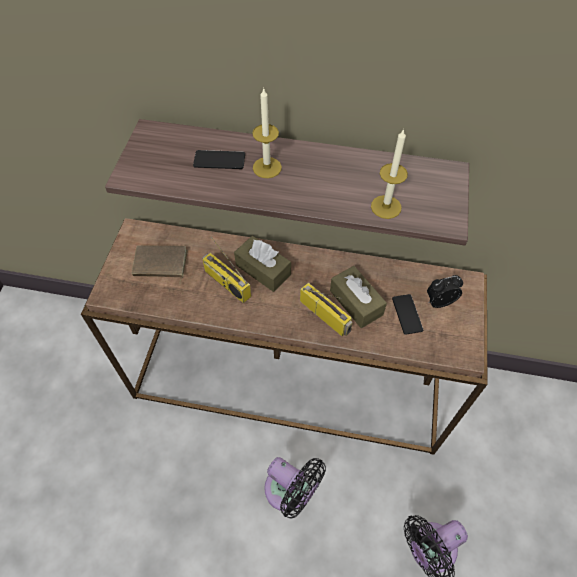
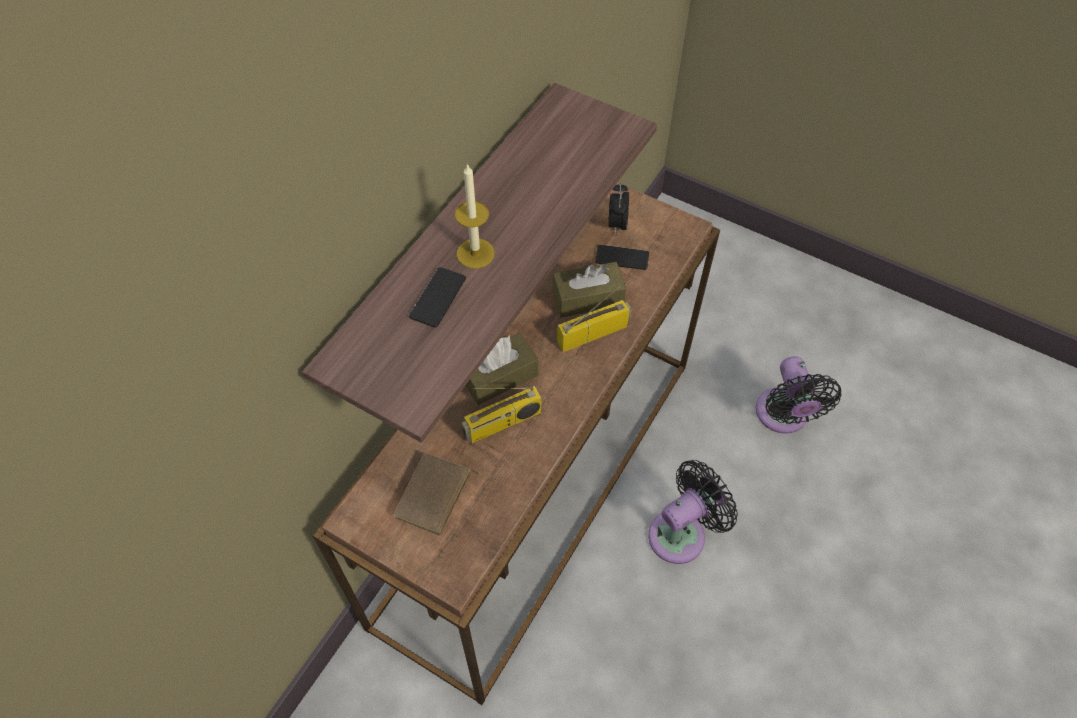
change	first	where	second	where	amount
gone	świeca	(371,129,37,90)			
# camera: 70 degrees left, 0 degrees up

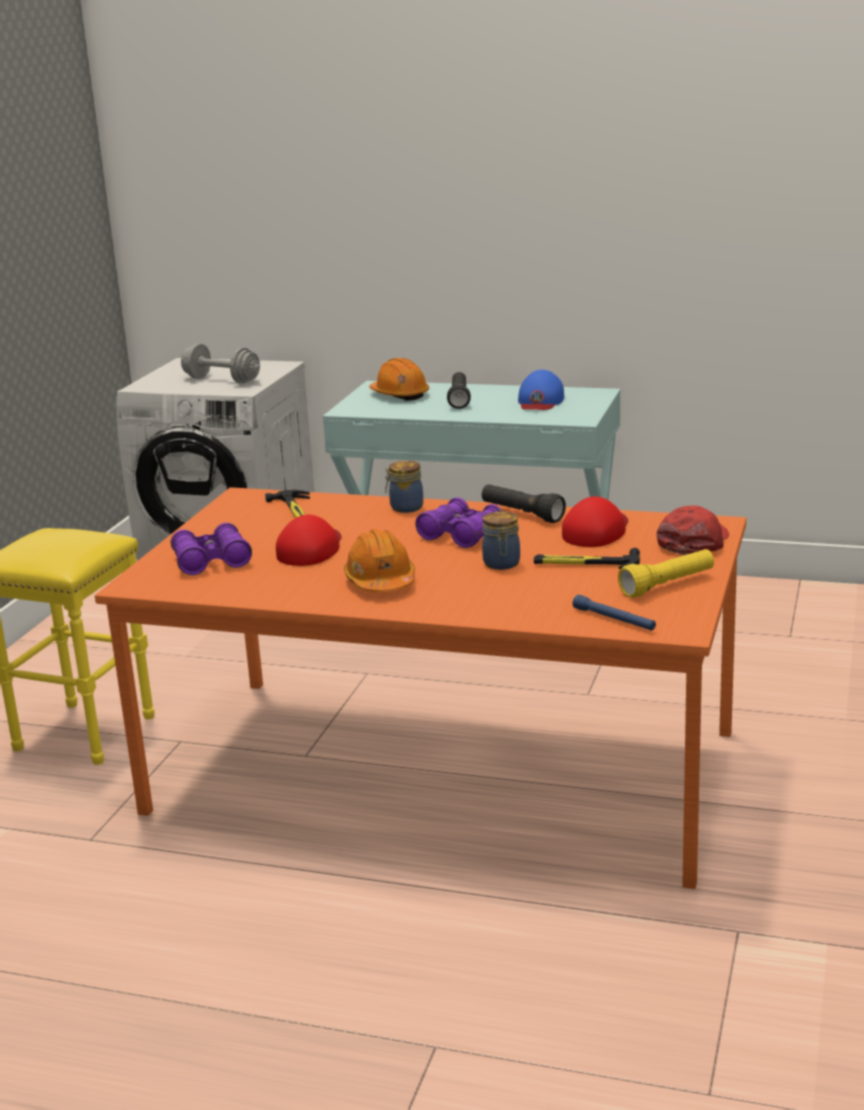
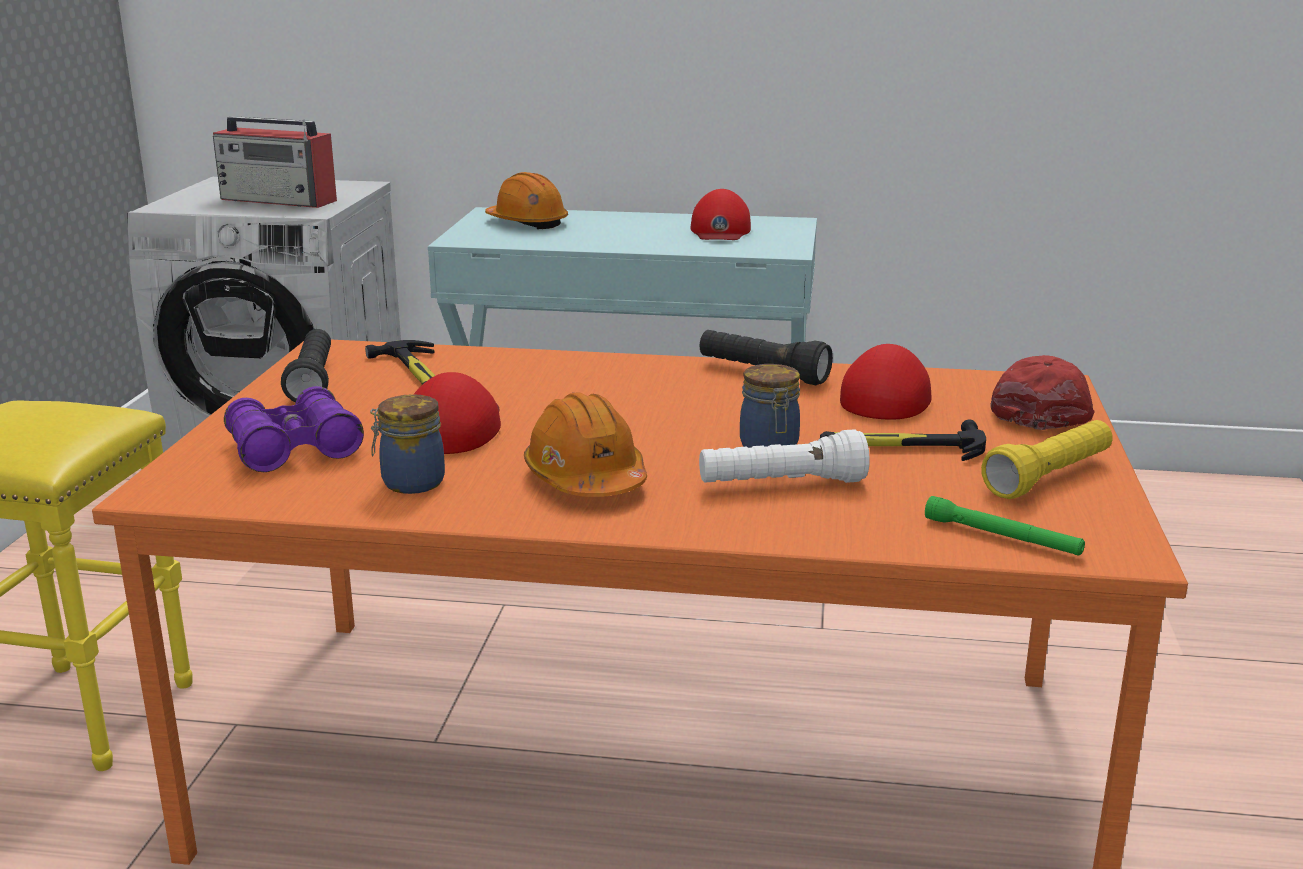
change	first	where	second	where	amount
swapped	hantel (szary)	(181,344,79,39)	radio	(213,116,124,92)	
shifted	latarka (czarny)	(447,372,24,37)		(281,329,50,73)	
shifted	słoik	(385,460,38,53)		(370,394,75,100)	
repainted	czapka z daszkiem (niebieski)	(518,370,46,40)	czapka z daszkiem (czerwony)	(691,189,60,51)	
new			latarka (biały)	(699,429,171,54)	
repainted	latarka (niebieski)	(573,595,83,36)	latarka (zielony)	(925,496,160,60)	
gone	lornetka (fioletowy)	(415,498,88,50)			
# camera: 10 degrees left, 0 degrees up

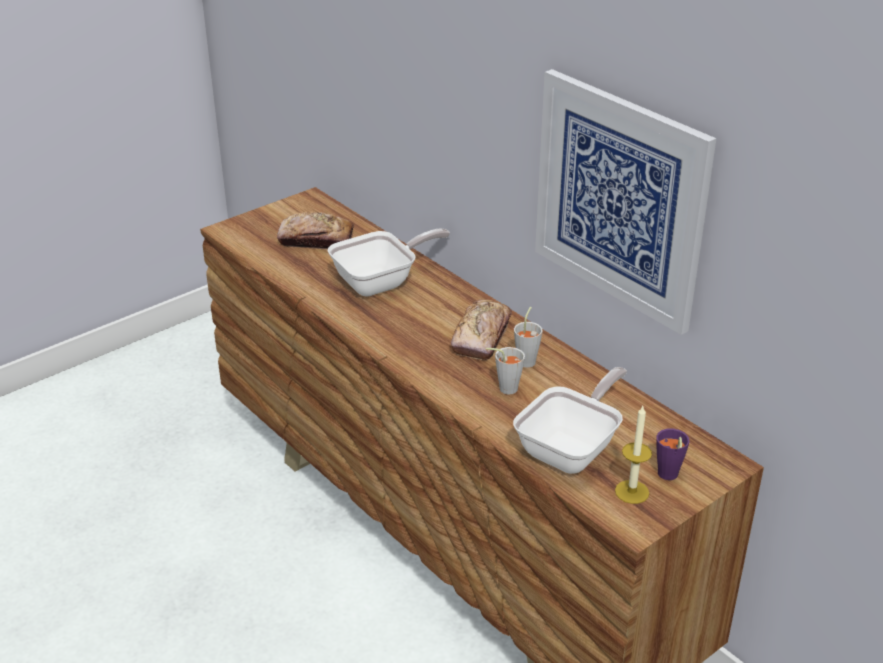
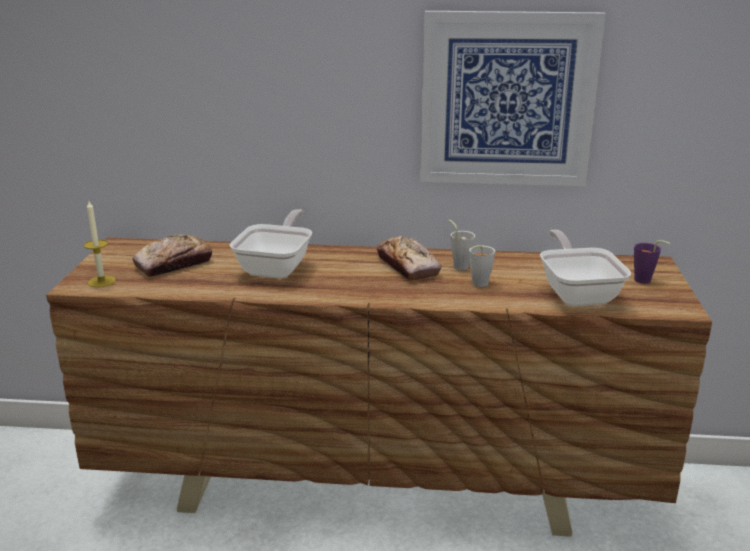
change	first	where	second	where	amount
shifted	świeca	(615,406,37,98)		(84,201,32,86)	
# camera: 45 degrees left, 10 degrees down

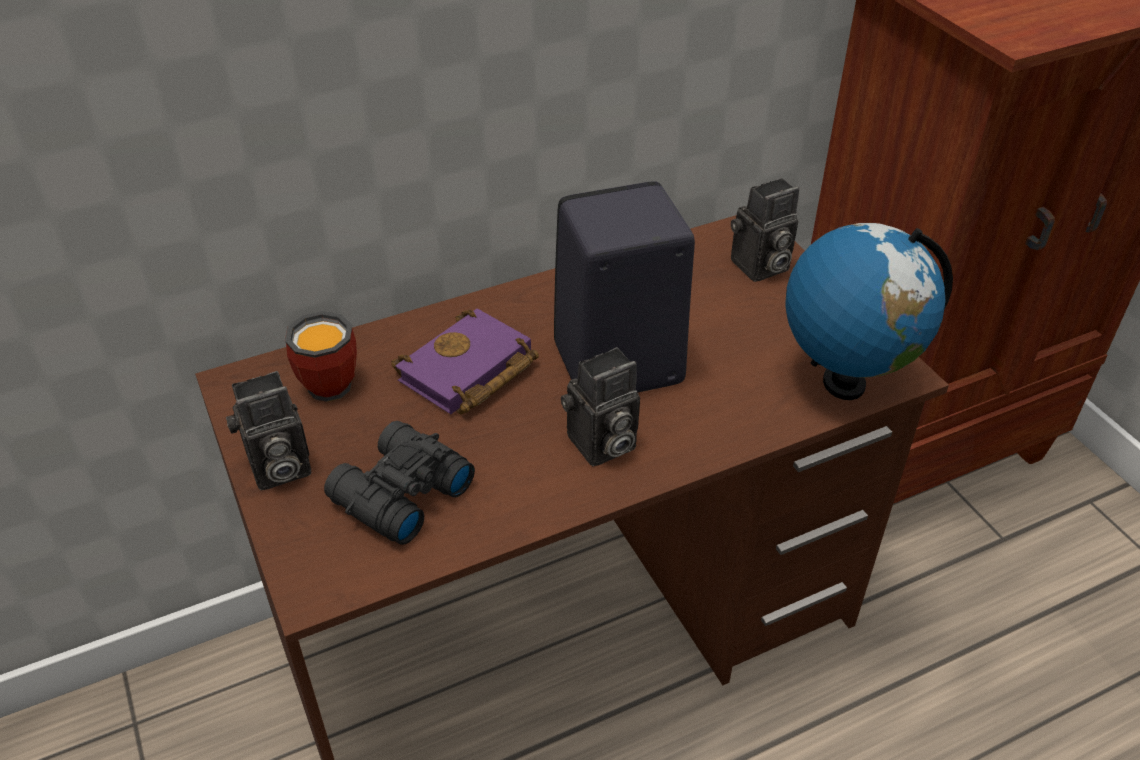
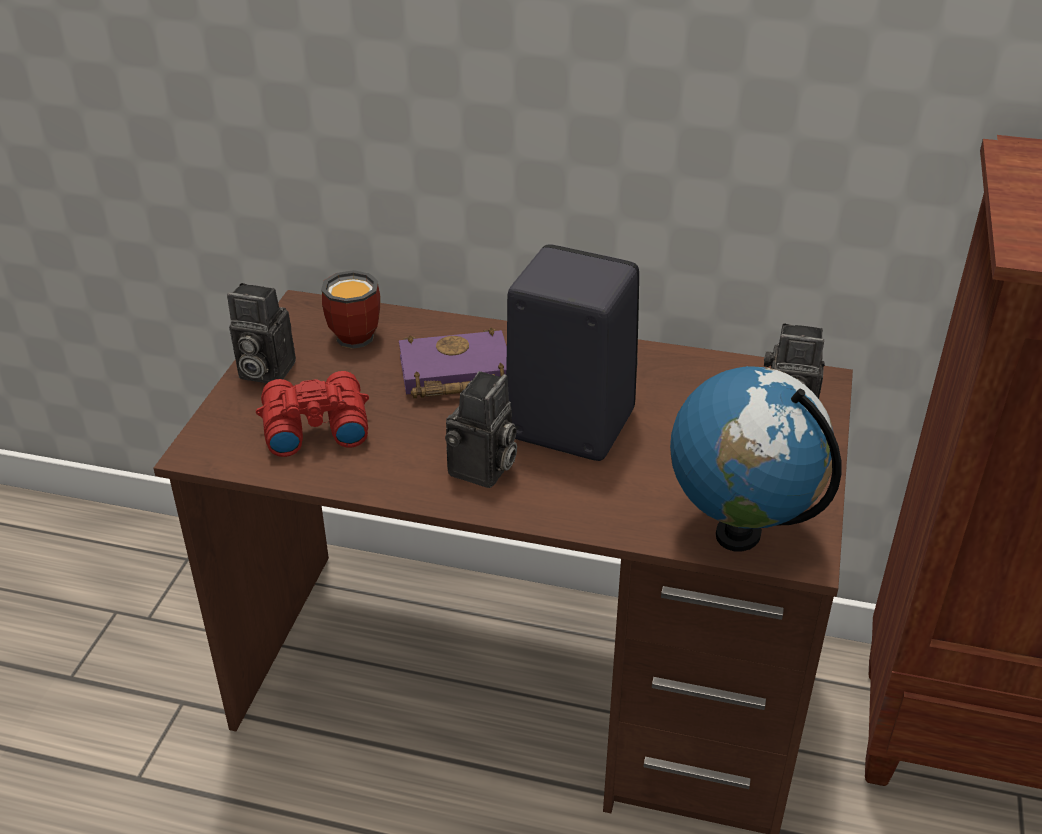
change	first	where	second	where	amount
repainted	lornetka (czarny)	(324,421,151,124)	lornetka (czerwony)	(256,371,113,86)	
rotated	aparat fotograficzny	(561,347,79,120)		(445,371,72,117)	75 degrees counterclockwise
# camera: 40 degrees right, 5 degrees down

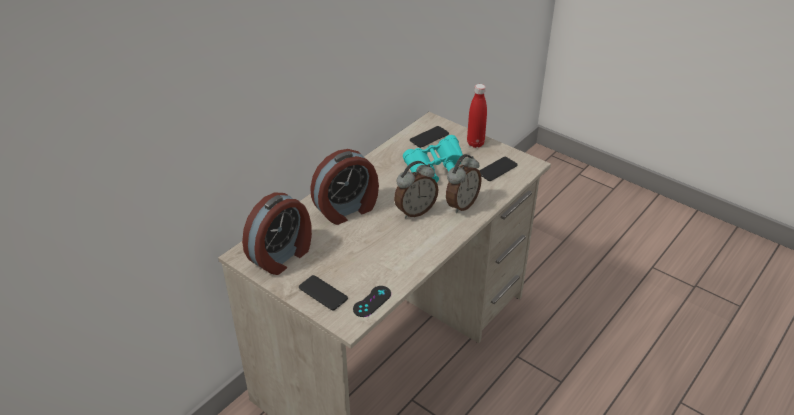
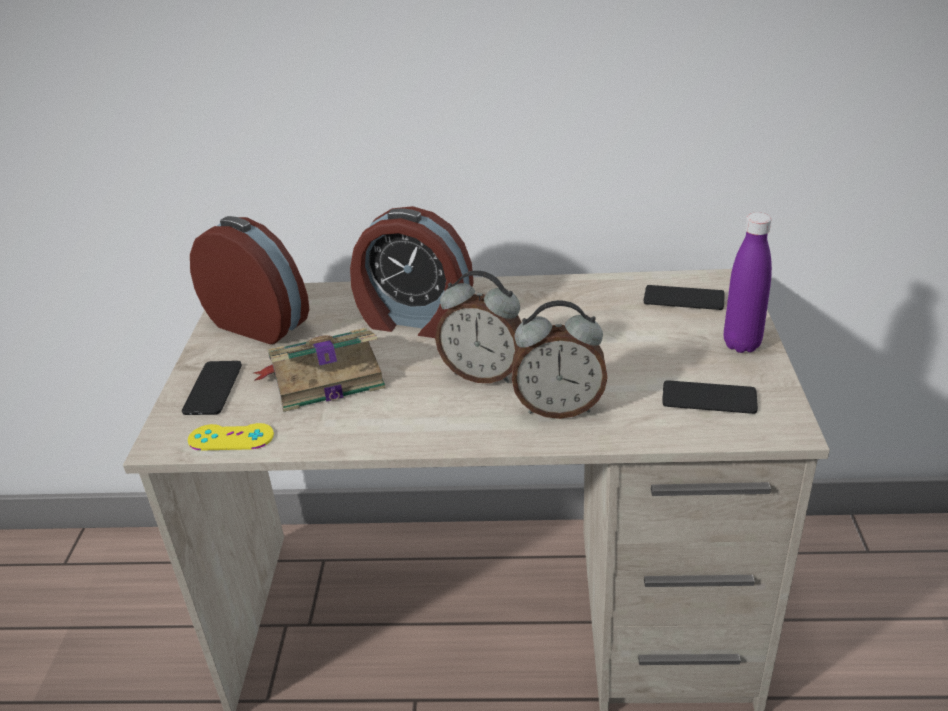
change	first	where	second	where	amount
repainted	pad do gier (czarny)	(353,286,38,31)	pad do gier (żółty)	(188,423,86,28)	
rotated	budzik	(242,192,70,83)		(190,216,119,128)	150 degrees counterclockwise
new			książka	(253,328,133,84)	
repainted	butelka (czerwony)	(467,84,20,64)	butelka (fioletowy)	(724,213,48,140)	
gone	lornetka (turkusowy)	(403,135,60,47)			
# camera: 55 degrees right, 5 degrees down

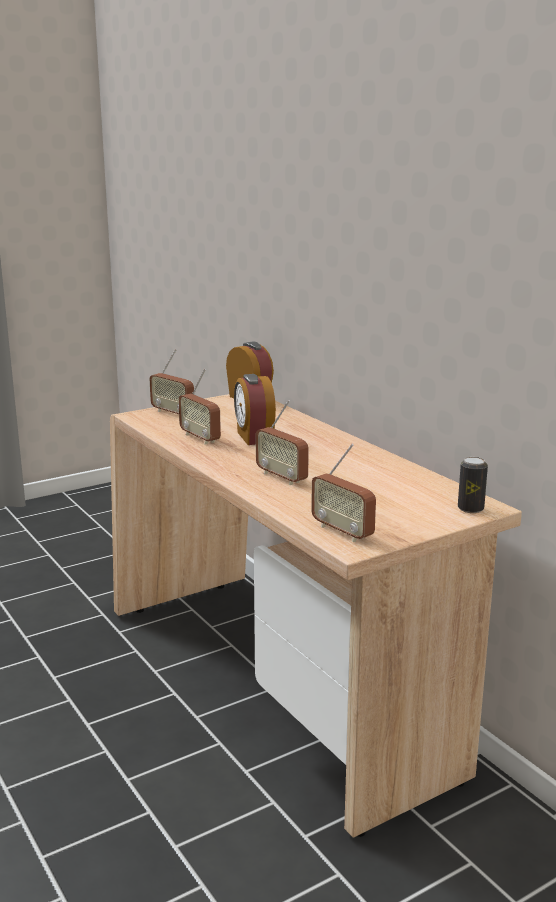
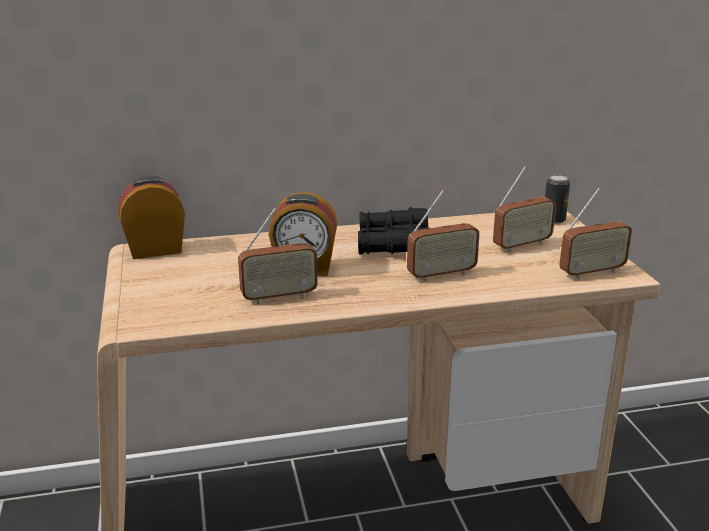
change	first	where	second	where	amount
new			lornetka (czarny)	(358,207,70,47)	
shifted	radio	(150,349,44,65)		(493,166,63,86)	
# camera: 70 degrees left, 5 degrees up

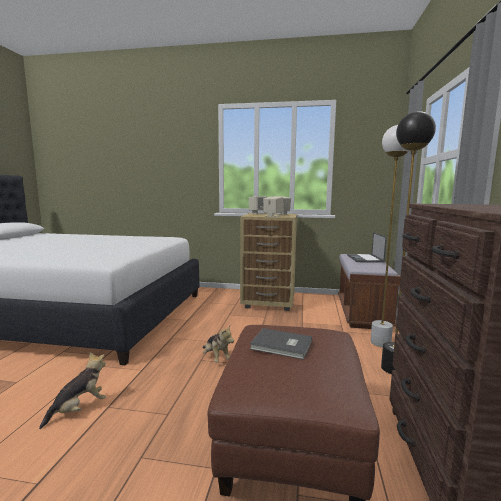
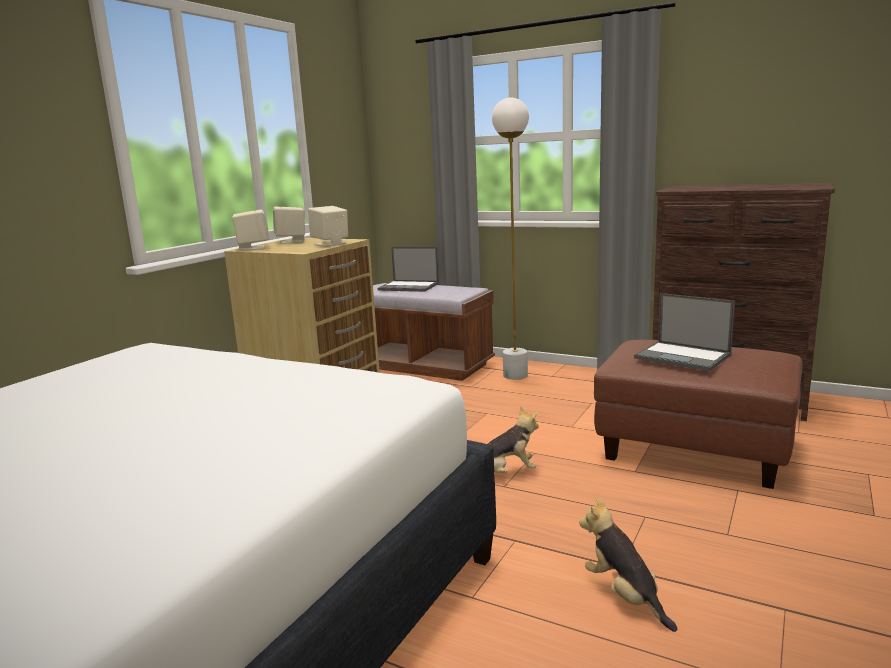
change	first	where	second	where	amount
swapped	książka (szary)	(250,328,62,32)	laptop	(634,293,101,78)	
gone	lampa stojąca (czarny)	(381,111,55,263)			
# camera: 70 degrees left, 5 degrees up

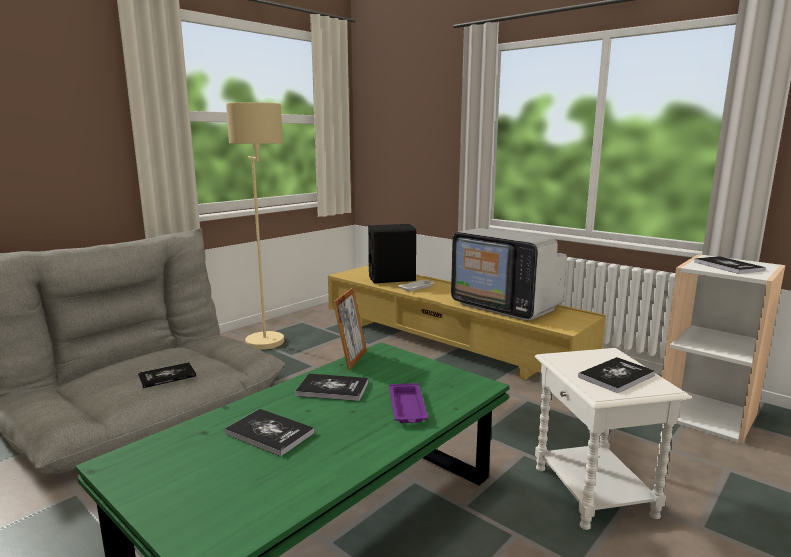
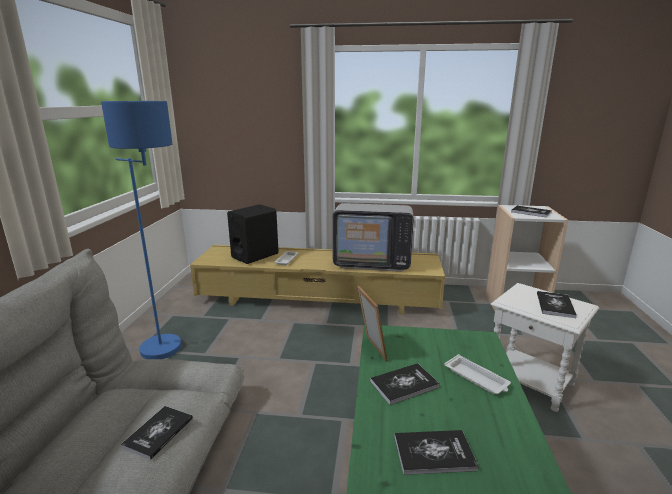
change	first	where	second	where	amount
repainted	lampa stojąca (beżowy)	(226,102,58,248)	lampa stojąca (niebieski)	(101,101,81,258)	
repainted	taca (fioletowy)	(389,383,39,40)	taca (biały)	(444,354,67,40)	
# camera: 35 degrees left, 5 degrees up

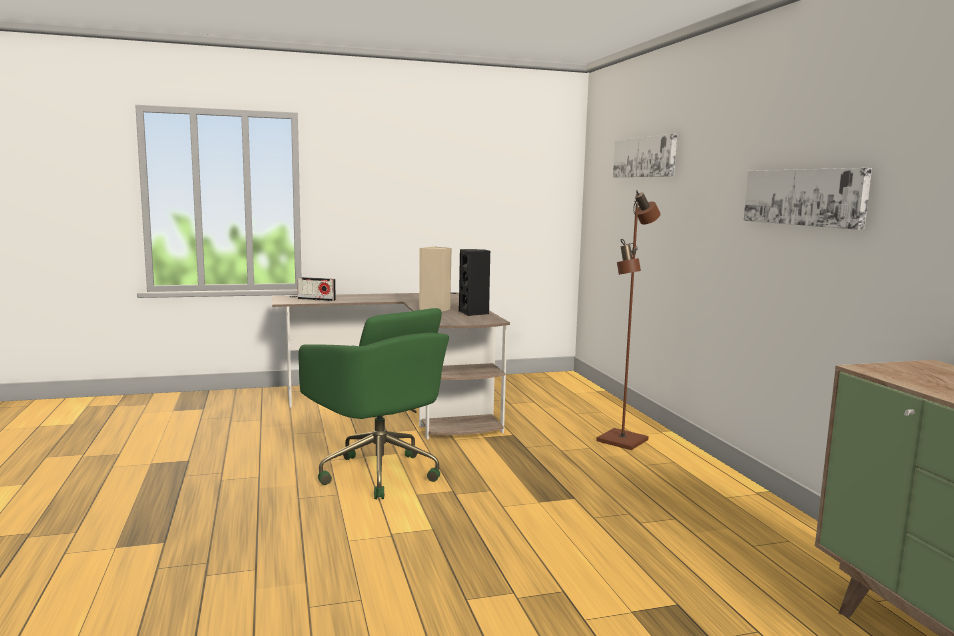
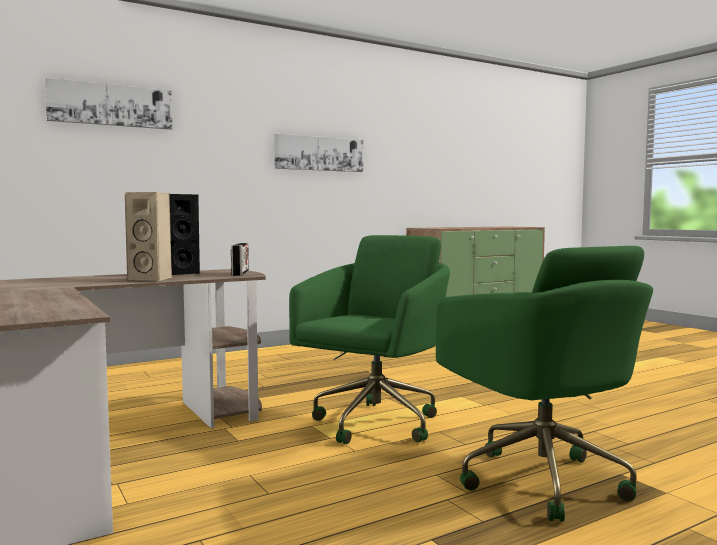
change	first	where	second	where	amount
shifted	radio	(297,277,39,24)		(231,243,18,33)	
new			krzesło biurowe (zielony)	(436,246,217,276)	
gone	lampa stojąca (brązowy)	(596,190,65,260)			
# camera: 105 degrees left, 5 degrees down

